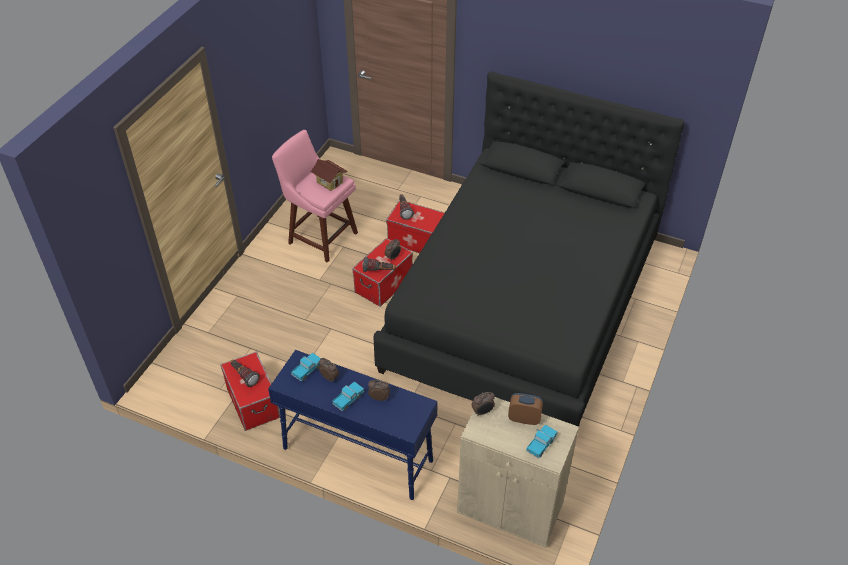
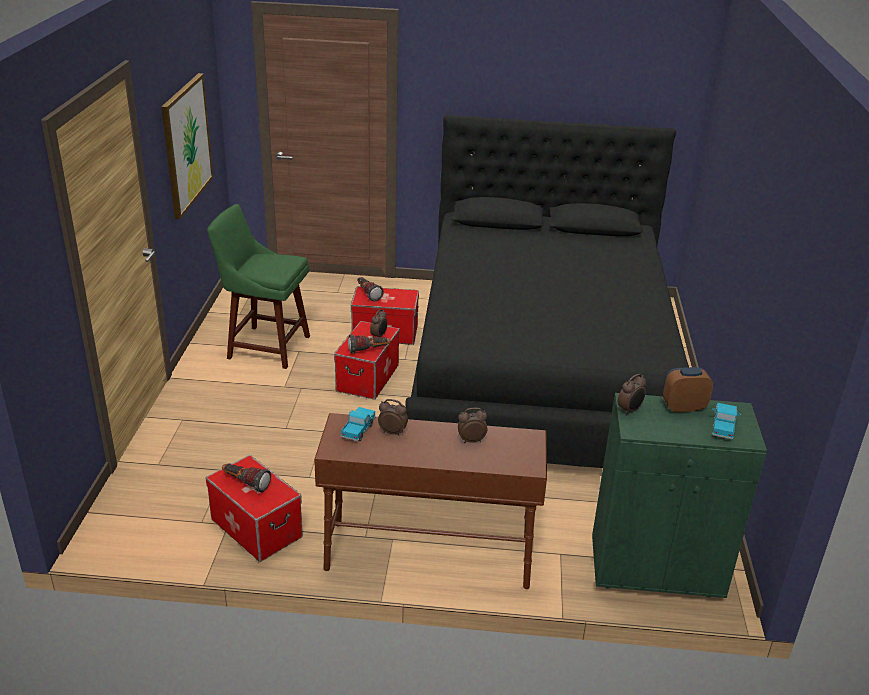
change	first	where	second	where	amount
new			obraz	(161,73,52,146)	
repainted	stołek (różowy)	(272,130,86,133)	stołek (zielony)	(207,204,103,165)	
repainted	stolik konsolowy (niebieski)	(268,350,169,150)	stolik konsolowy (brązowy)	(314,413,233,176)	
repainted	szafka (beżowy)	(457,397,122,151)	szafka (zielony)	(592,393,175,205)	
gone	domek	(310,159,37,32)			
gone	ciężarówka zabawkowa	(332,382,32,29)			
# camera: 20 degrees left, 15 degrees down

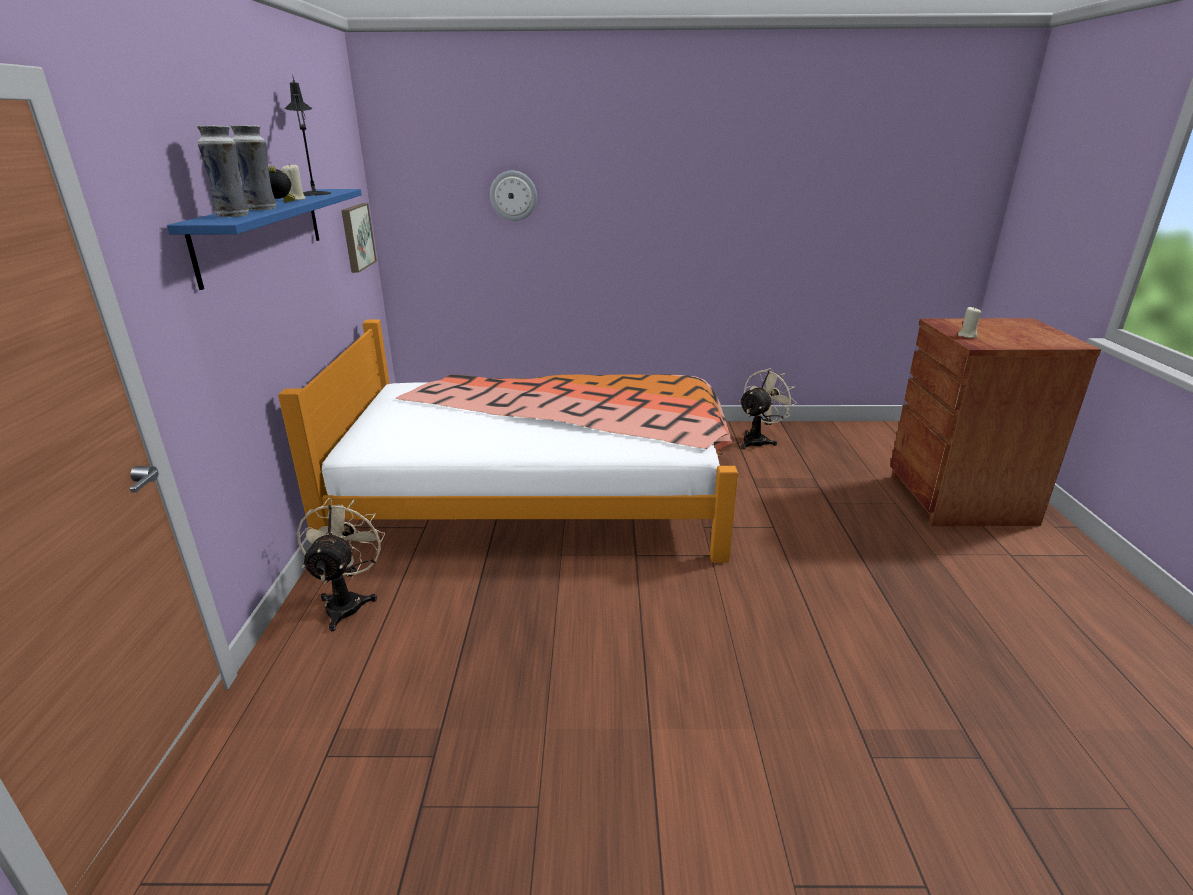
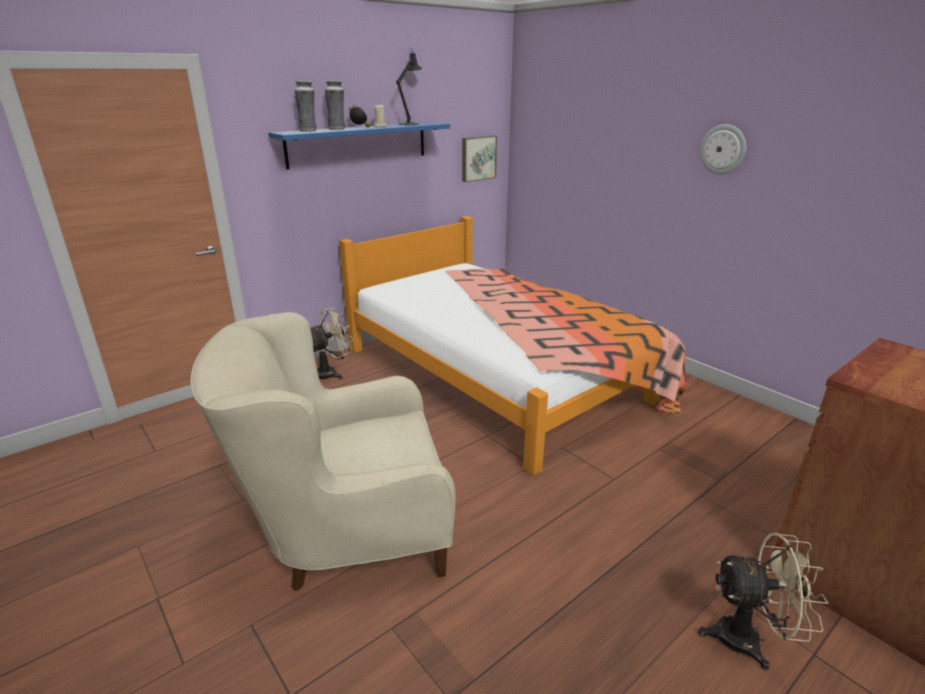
change	first	where	second	where	amount
new			fotel (beżowy)	(191,312,265,279)	
shifted	wentylator (beżowy)	(739,368,58,81)		(698,533,131,138)	
shifted	zegar ścienny	(490,170,47,51)		(700,124,46,50)	
gone	świeca (beżowy)	(958,307,23,31)			
# camera: 50 degrees right, 0 degrees up

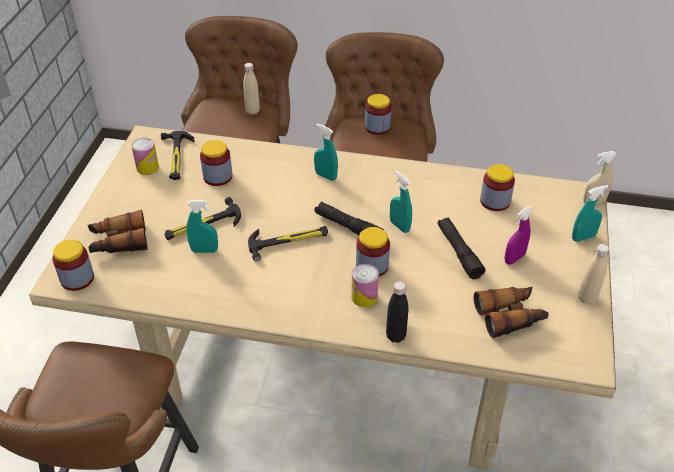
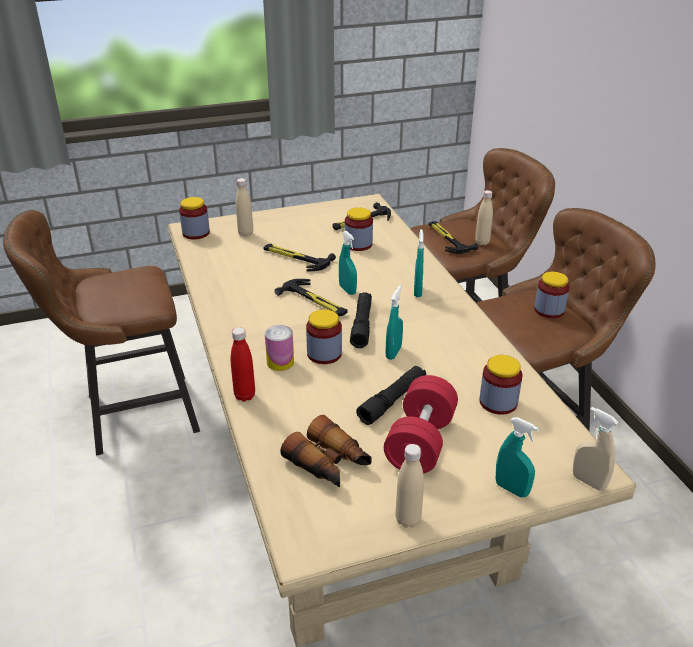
change	first	where	second	where	amount
repainted	butelka (czarny)	(386,281,22,62)	butelka (czerwony)	(231,327,24,75)	
swapped	lornetka	(88,210,60,43)	butelka (beżowy)	(236,178,17,59)	
shifted	spryskiwacz (turkusowy)	(186,200,32,53)		(339,231,18,64)	
swapped	spryskiwacz (fioletowy)	(505,206,27,59)	hantel (czerwony)	(384,375,74,99)	
new			młotek	(429,221,49,33)	
gone	puszka	(131,137,28,38)			
# camera: 60 degrees right, 10 degrees down

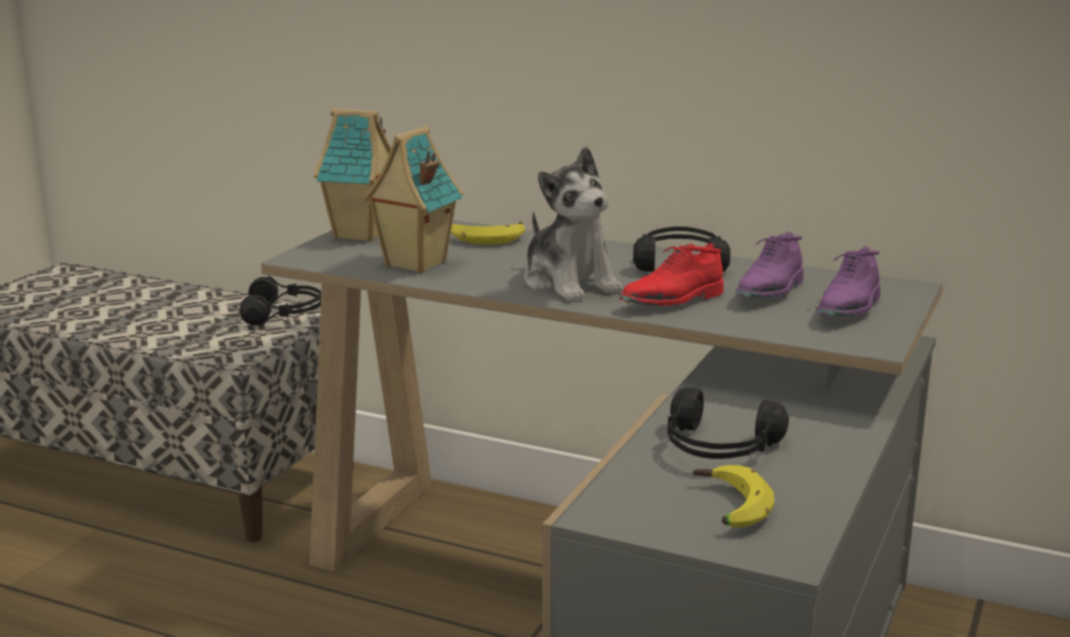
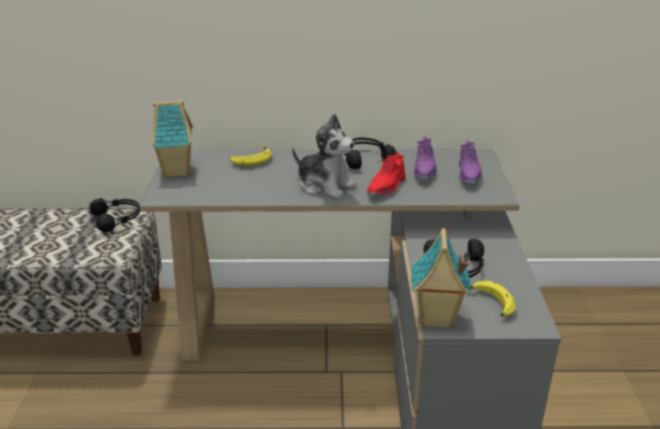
change	first	where	second	where	amount
shifted	domek	(363,126,100,147)		(411,228,60,101)	
# camera: 25 degrees left, 10 degrees up

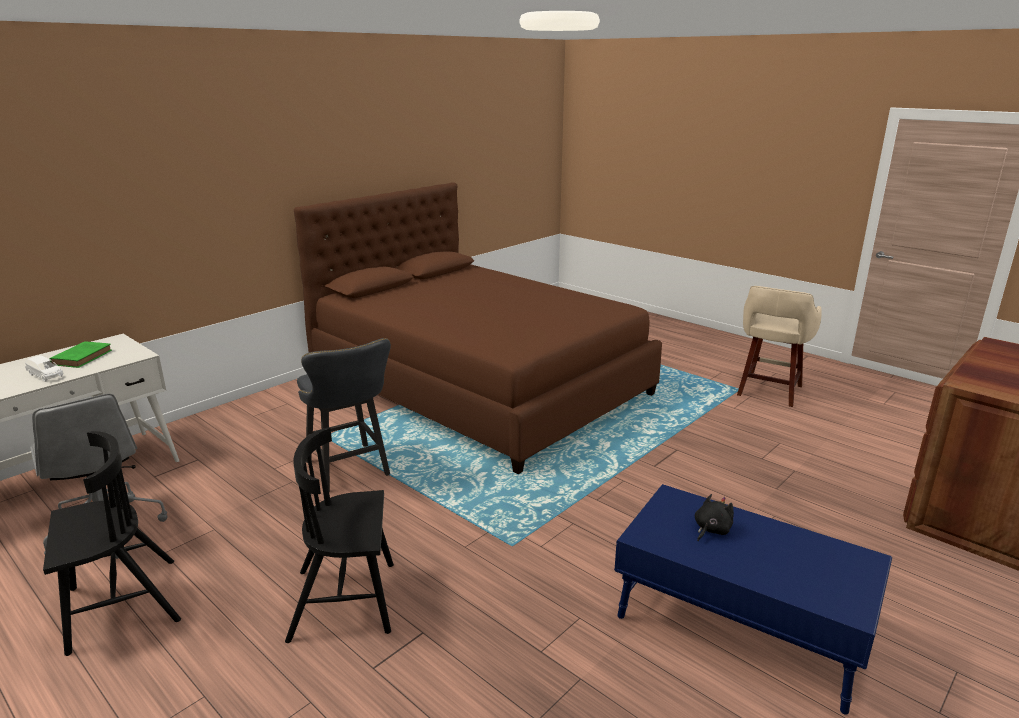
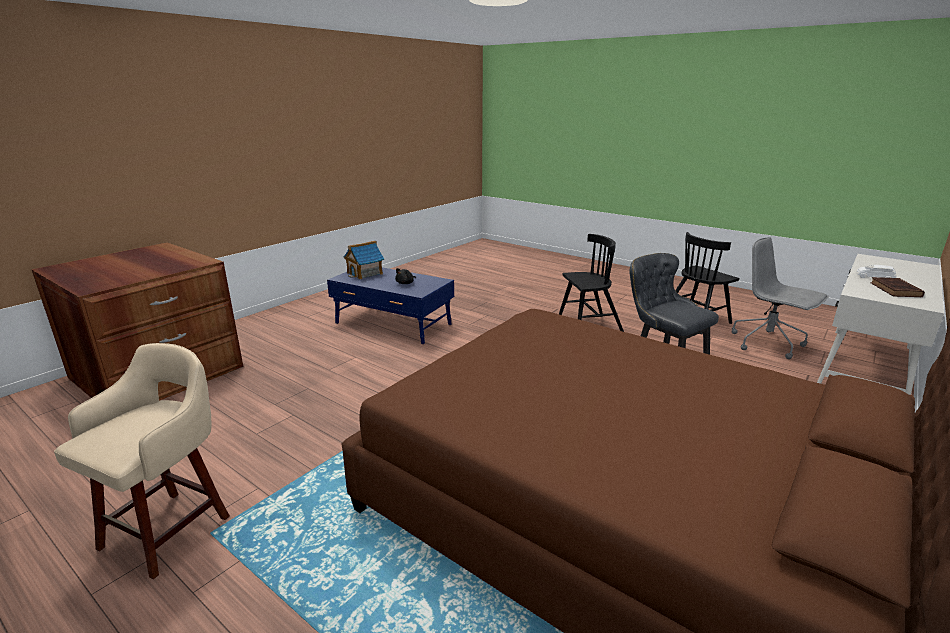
change	first	where	second	where	amount
new			domek	(343,241,41,38)	
repainted	książka (zielony)	(50,341,62,27)	książka (brązowy)	(871,277,54,20)	
# camera: 175 degrees right, 0 degrees up

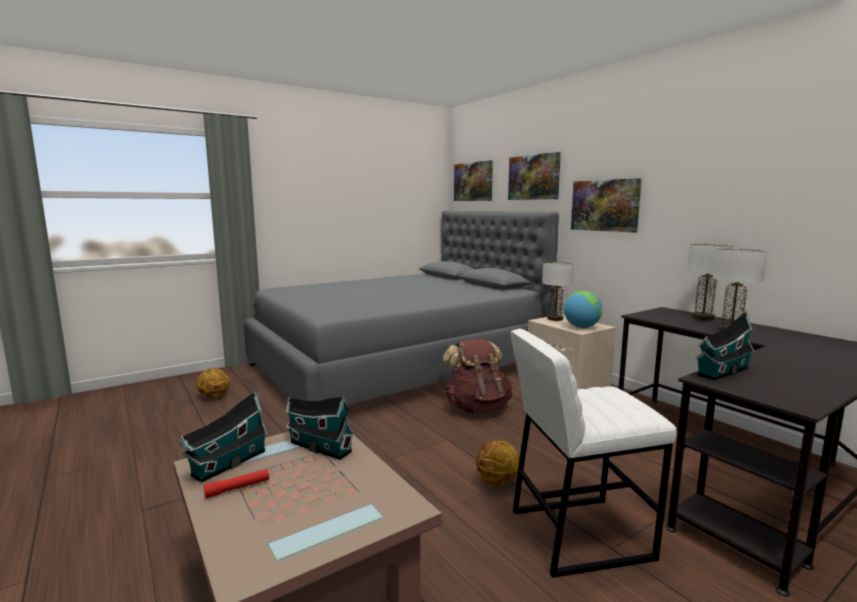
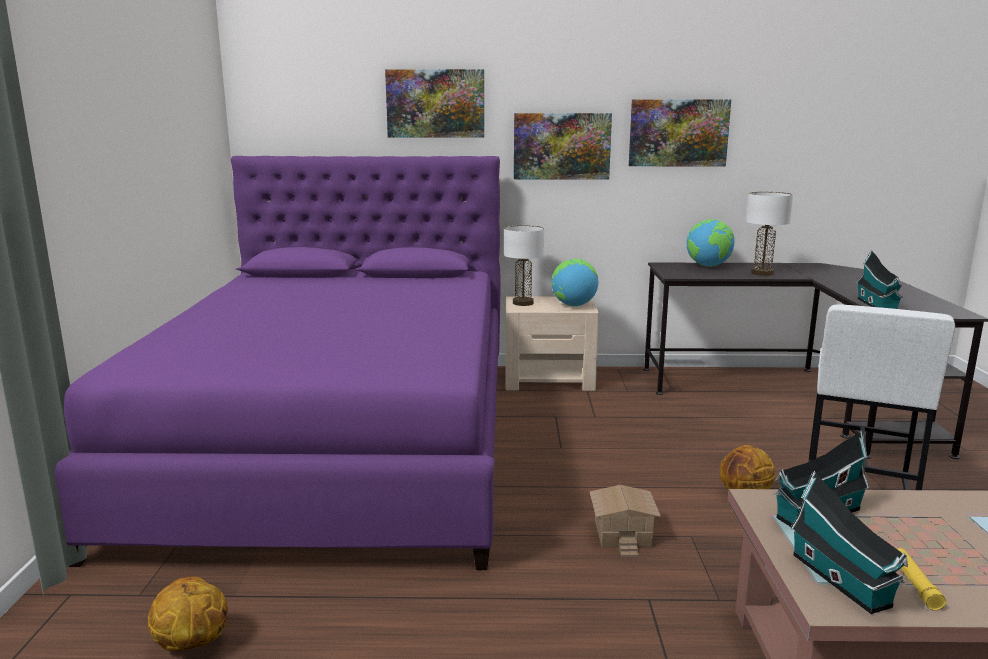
change	first	where	second	where	amount
repainted	łóżko (szary)	(244,210,315,195)	łóżko (fioletowy)	(54,156,447,414)	
new			domek	(590,485,71,72)	
shifted	obraz	(454,160,39,41)		(629,99,102,67)	
swapped	lampa stołowa	(687,244,47,77)	globus	(687,219,48,48)	
repainted	latarka (czerwony)	(204,469,65,29)	latarka (żółty)	(897,548,49,62)	
gone	plecak (brązowy)	(442,339,70,74)			
# camera: 55 degrees left, 5 degrees up

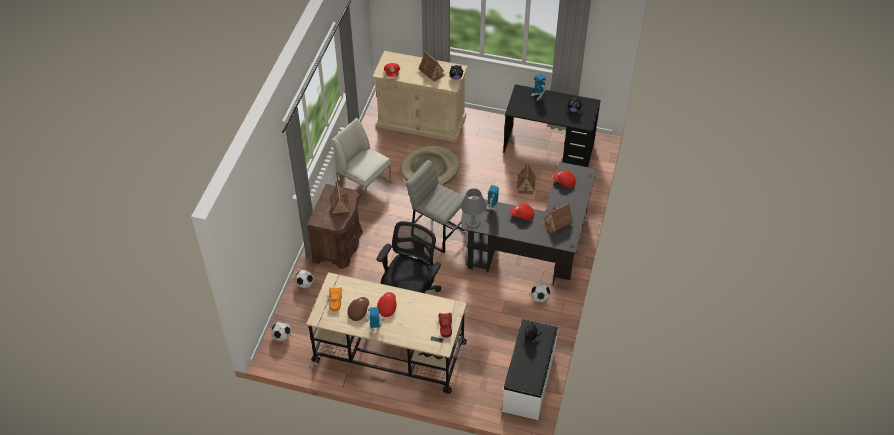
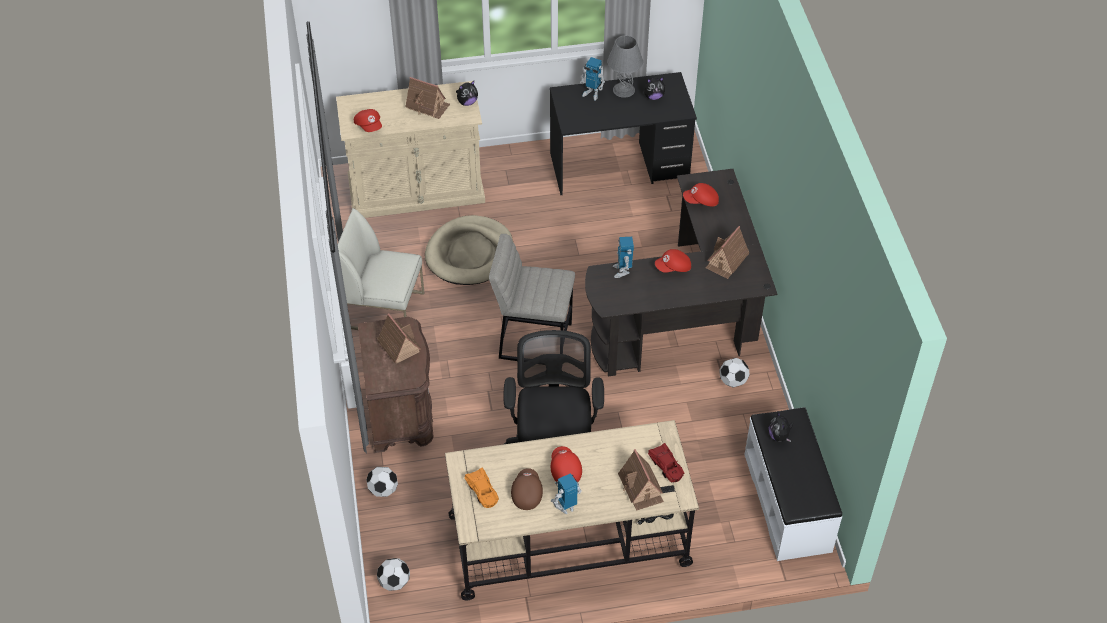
change	first	where	second	where	amount
shifted	lampa stołowa (szary)	(461,188,25,41)		(607,35,36,63)	
shifted	domek	(517,163,18,31)		(618,449,46,62)	
# camera: 25 degrees left, 0 degrees up

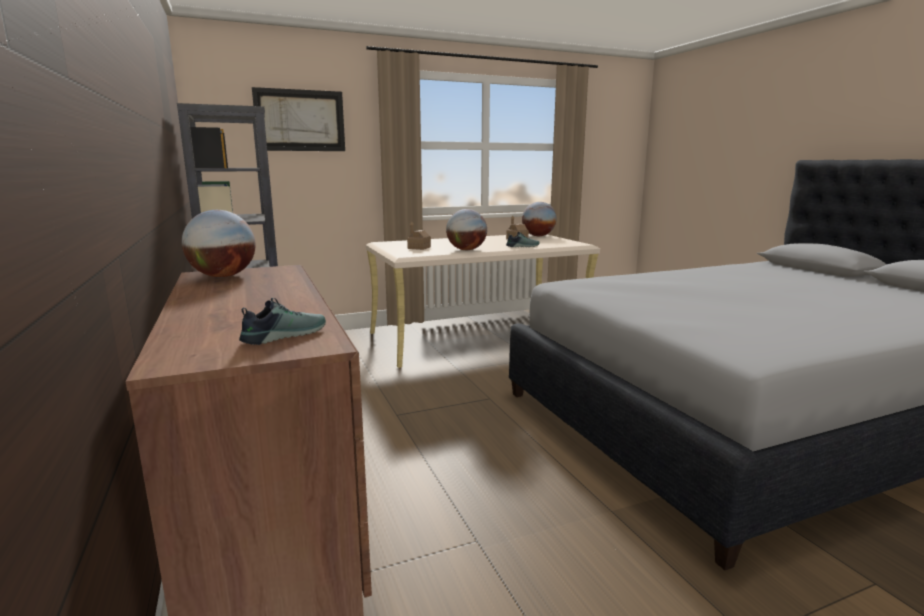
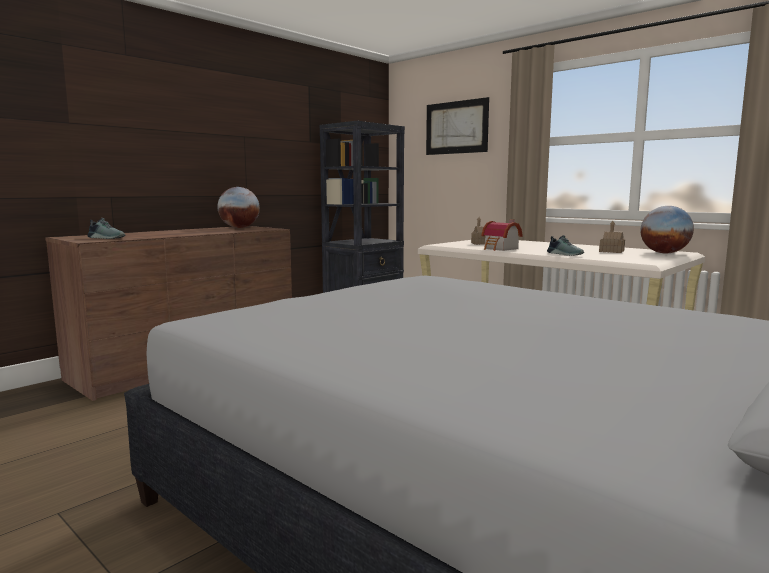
change	first	where	second	where	amount
swapped	globus	(446,209,41,41)	domek	(481,219,42,32)	
# camera: 65 degrees right, 5 degrees down

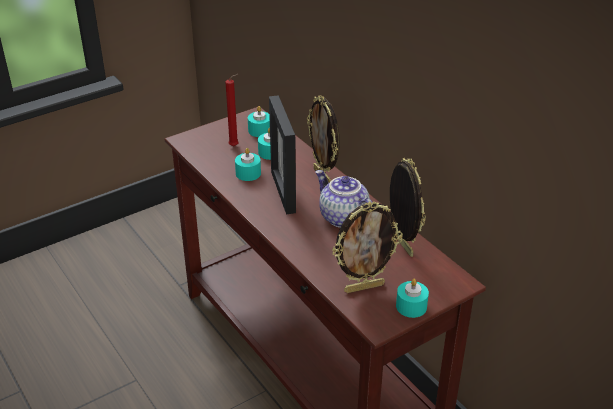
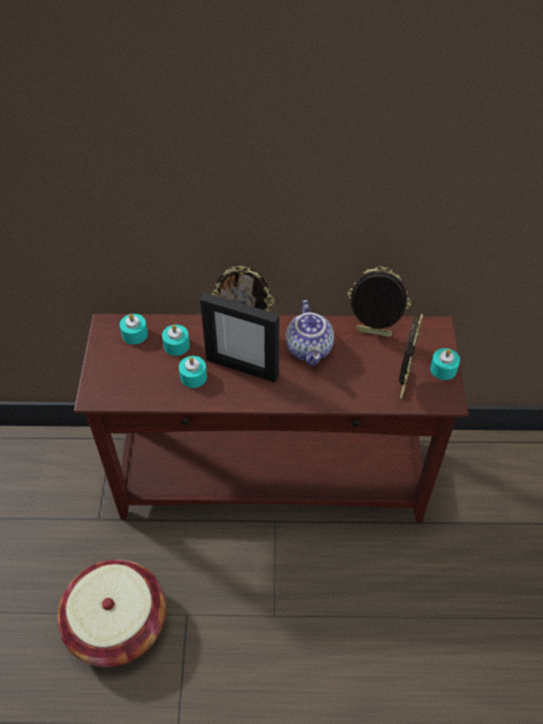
change	first	where	second	where	amount
new			koszyk	(57,559,109,108)	
rotated	imbryk	(315,170,57,58)		(286,300,48,66)	90 degrees counterclockwise
gone	świeca (czerwony)	(225,74,14,72)			
# camera: 55 degrees left, 15 degrees up

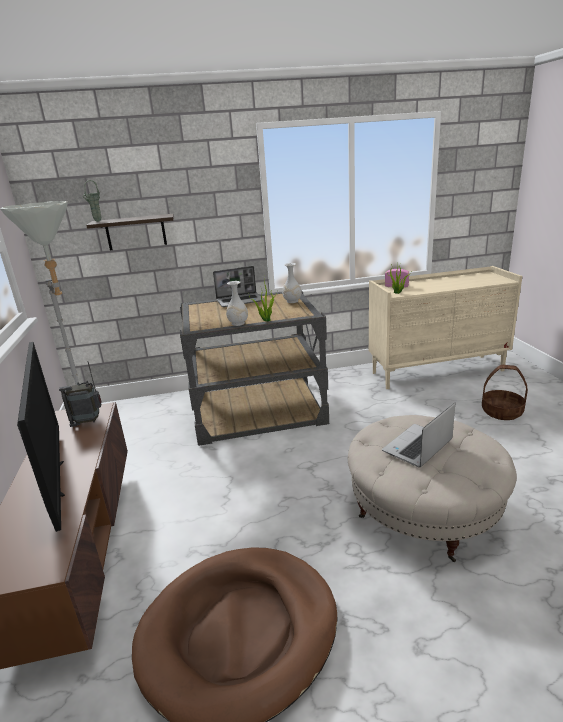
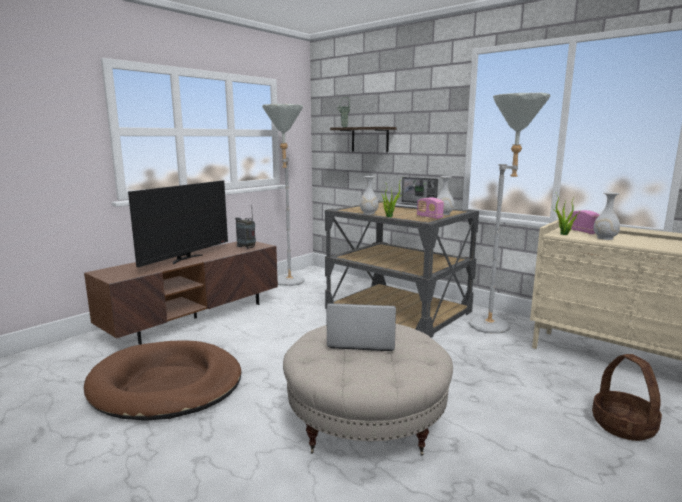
change	first	where	second	where	amount
new			radio	(417,197,27,22)	
new			lampa stojąca (szary)	(469,93,81,241)	
new			wazon (biały)	(593,192,27,48)	
# camera: 50 degrees right, 10 degrees down

